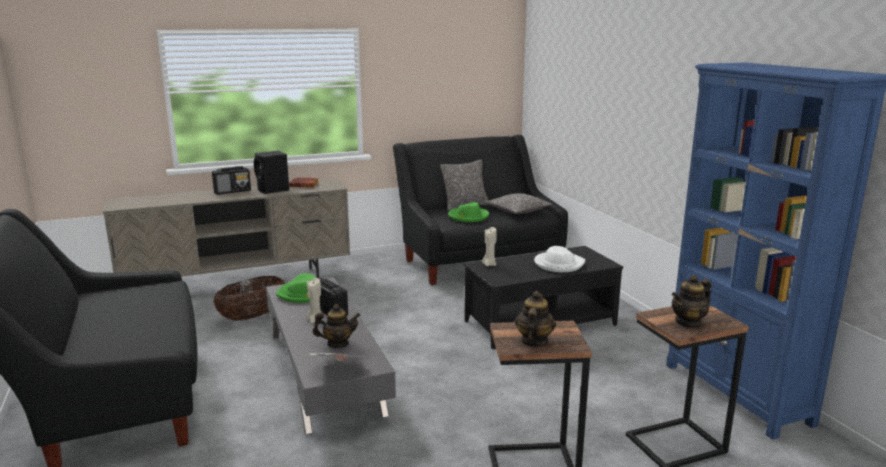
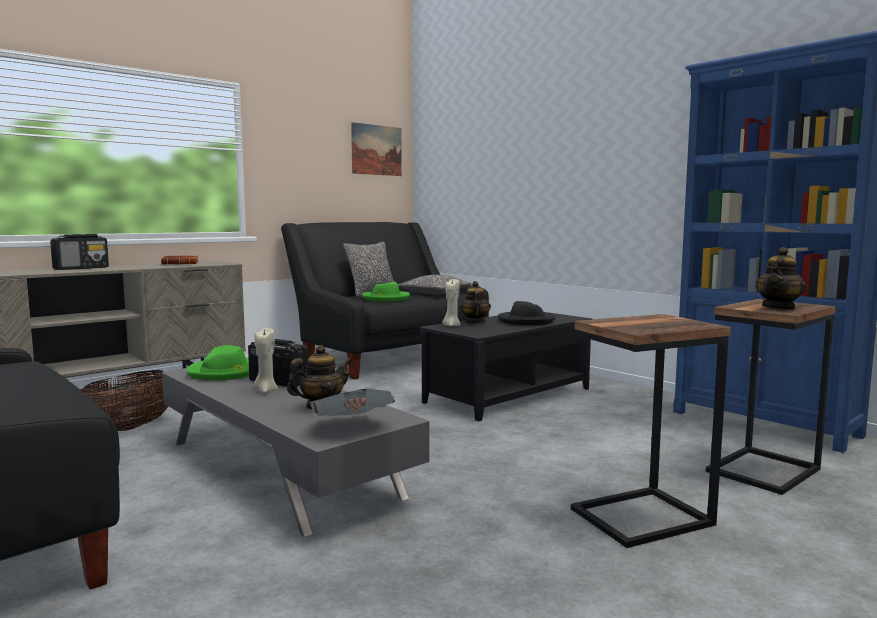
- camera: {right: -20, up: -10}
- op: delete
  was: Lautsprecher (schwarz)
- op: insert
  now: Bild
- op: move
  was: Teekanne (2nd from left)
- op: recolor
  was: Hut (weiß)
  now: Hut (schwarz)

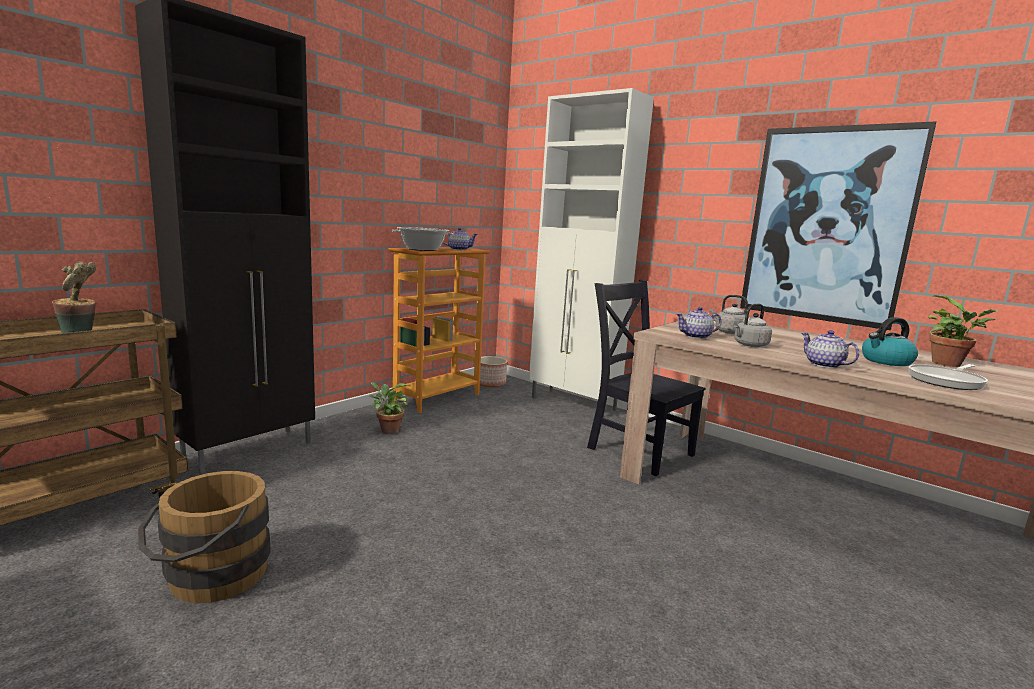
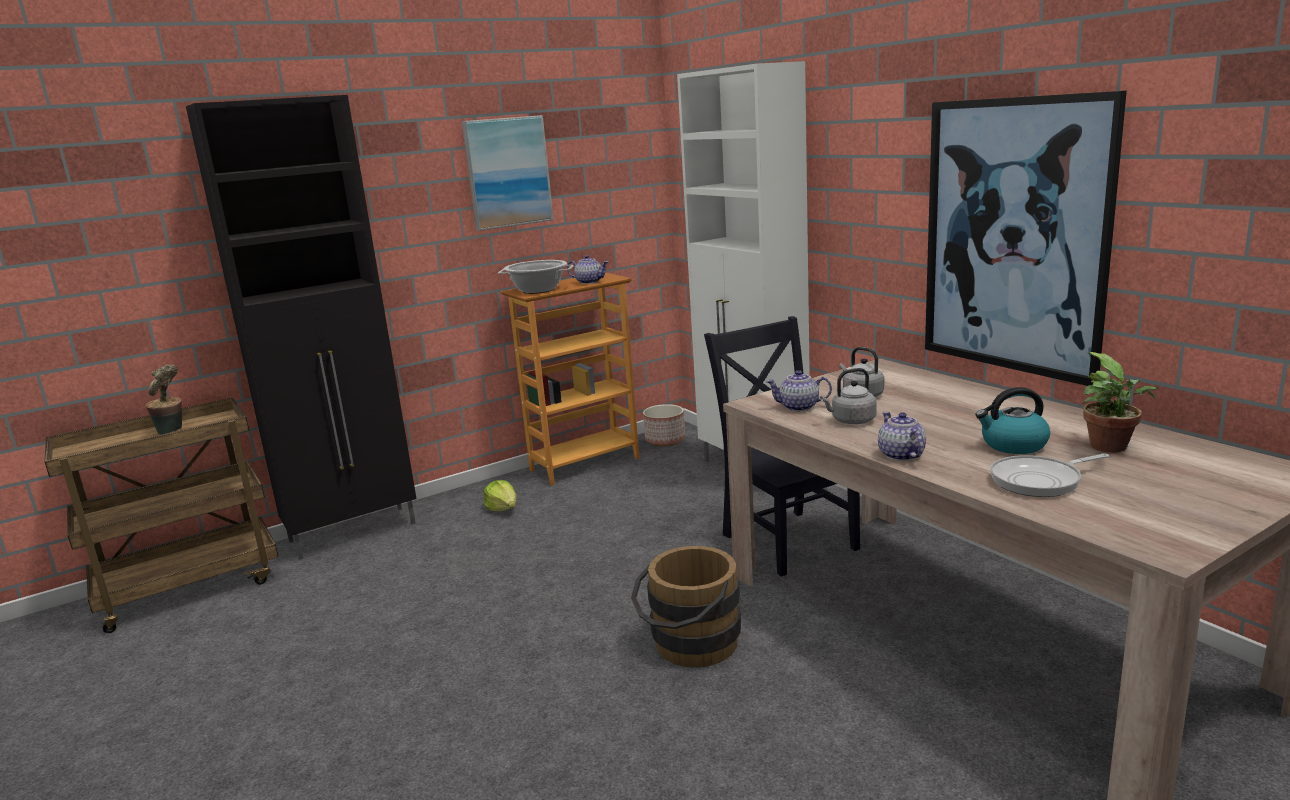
- camera: {right: 20, up: 5}
- op: insert
  now: Bild (1st from left)
- op: move
  was: Eimer (braun)
- op: replace
  was: Topfpflanze (2nd from left)
  now: Salatkopf

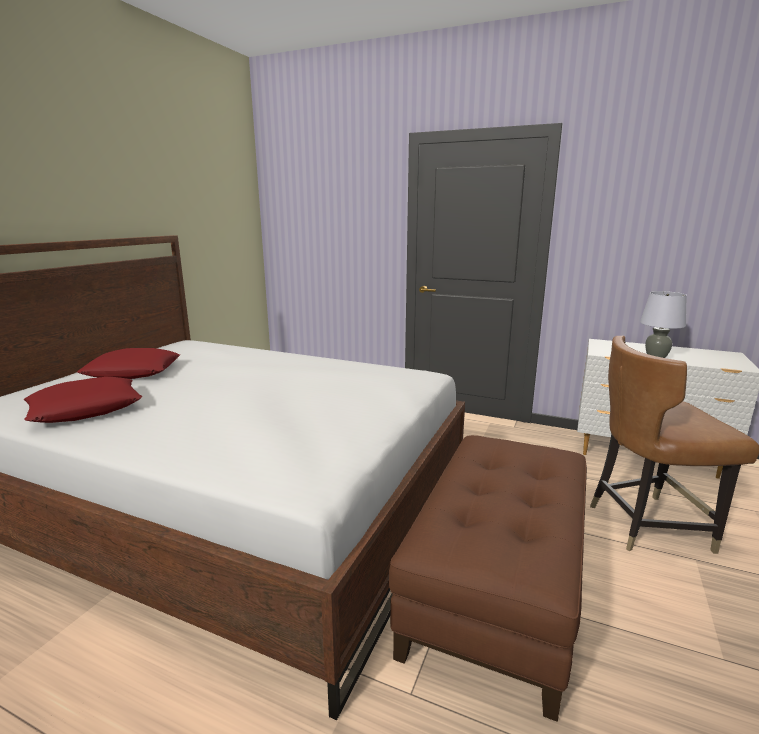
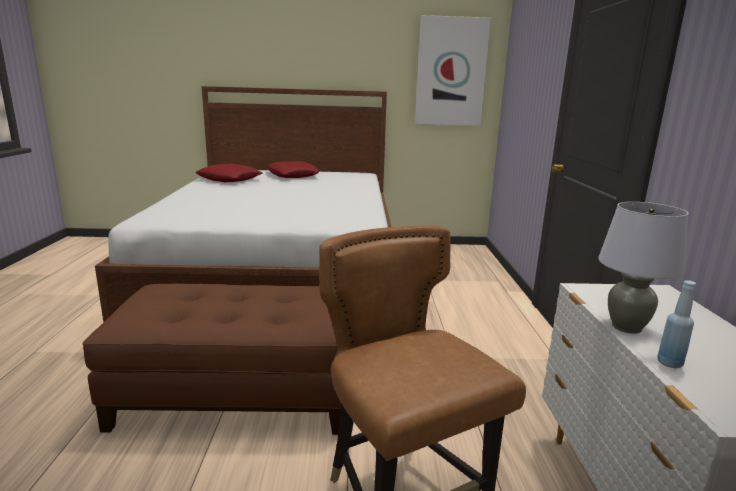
- camera: {right: 65, up: 0}
- op: insert
  now: Bild
- op: insert
  now: Flasche (blau)

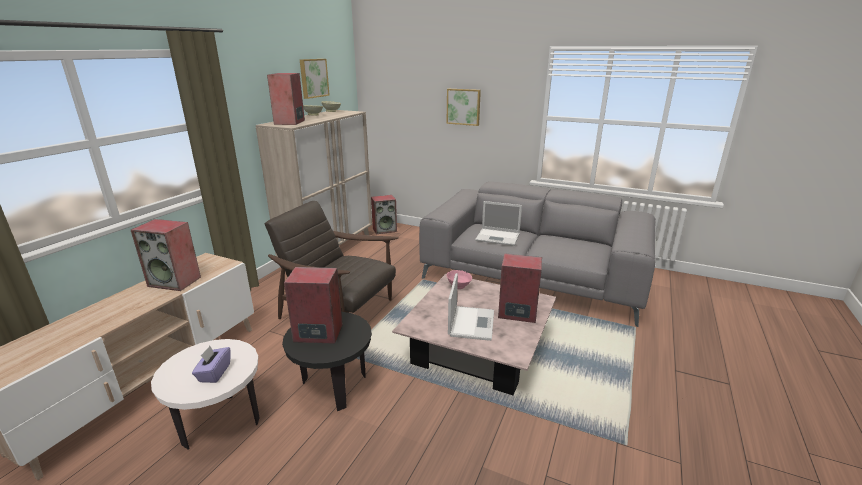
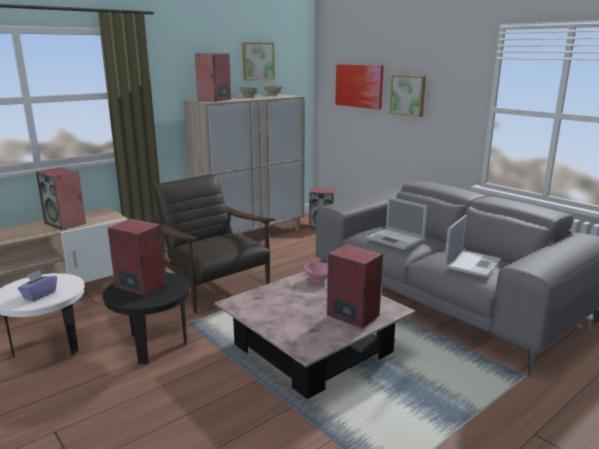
- camera: {right: 25, up: -5}
- op: insert
  now: Bild (2nd from left)
- op: move
  was: Laptop (1st from left in the first image)
  now: Laptop (2nd from left)

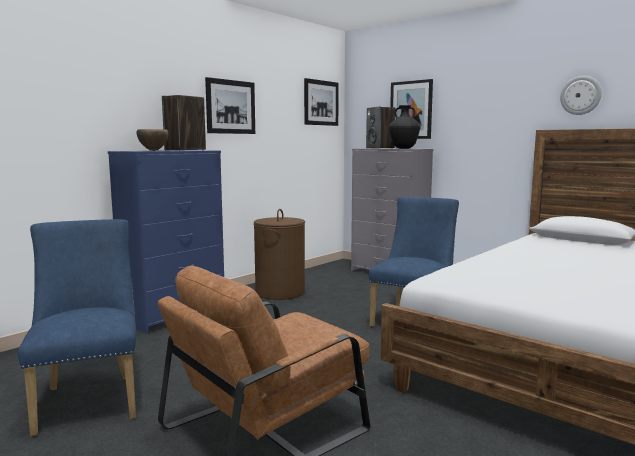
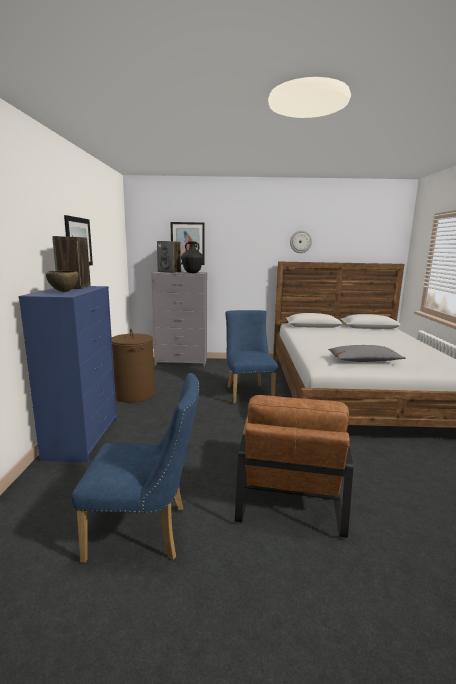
- camera: {right: -40, up: 5}
- op: delete
  was: Bild (2nd from left)
- op: insert
  now: Kissen (grau)
- op: rotate
  was: Stuhl (blau) (1st from left)
  clockwise: 150

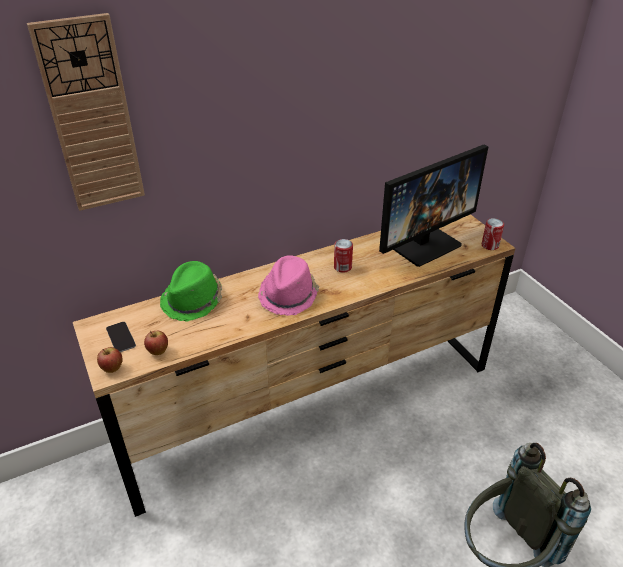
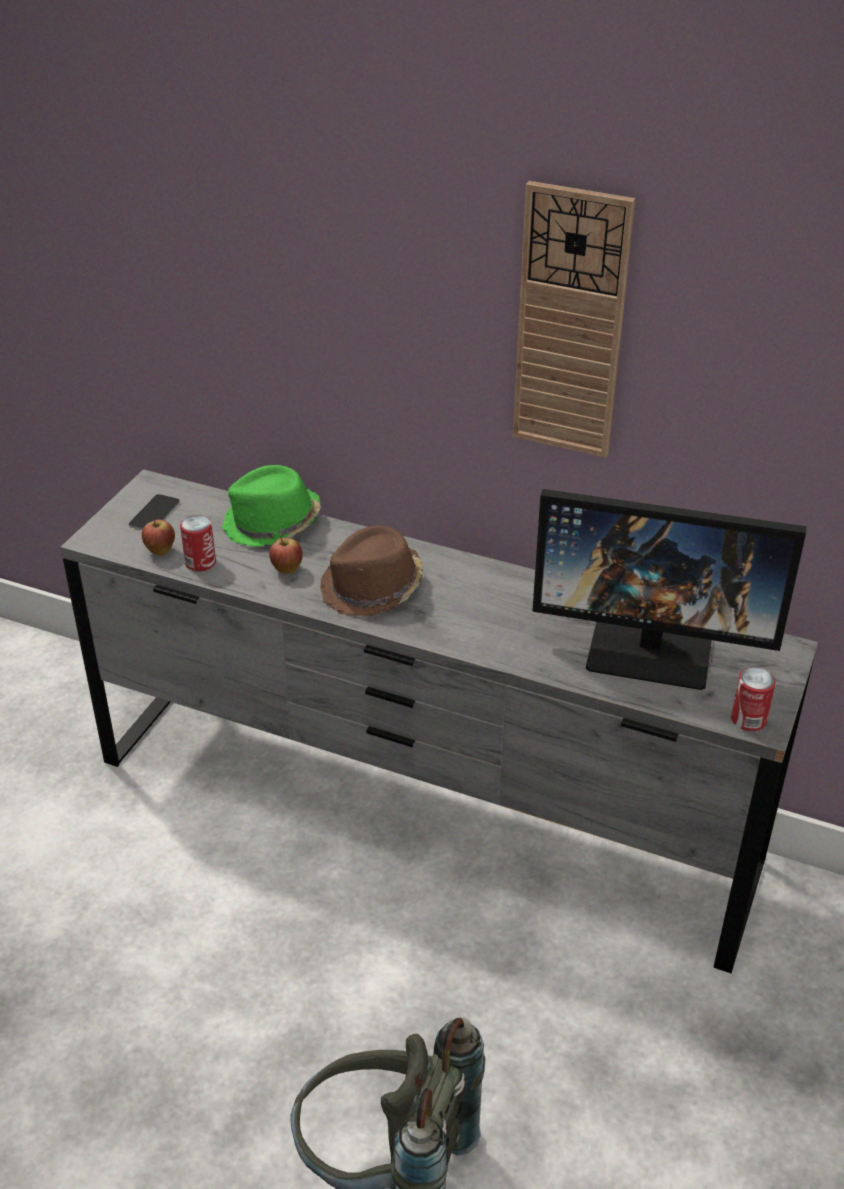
- camera: {right: 50, up: 0}
- op: move
  was: Wanduhr
- op: move
  was: Apfel (1st from left in the first image)
  now: Apfel (2nd from left)
- op: move
  was: Dose (1st from left)
- op: recolor
  was: Kommode (braun)
  now: Kommode (grau)
- op: recolor
  was: Hut (rosa)
  now: Hut (braun)

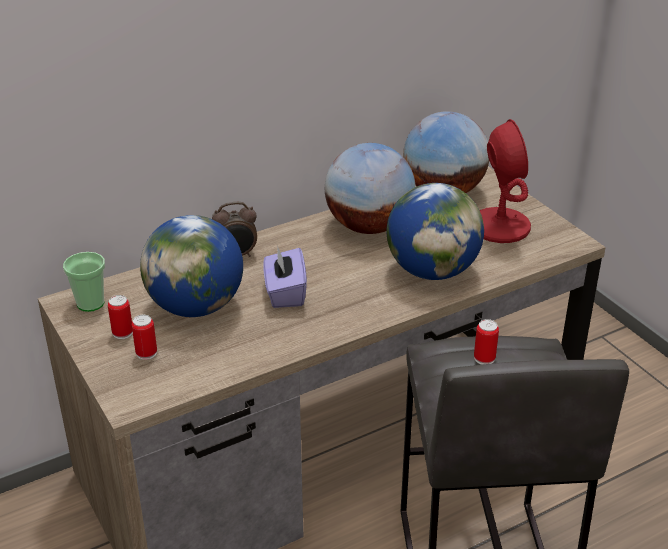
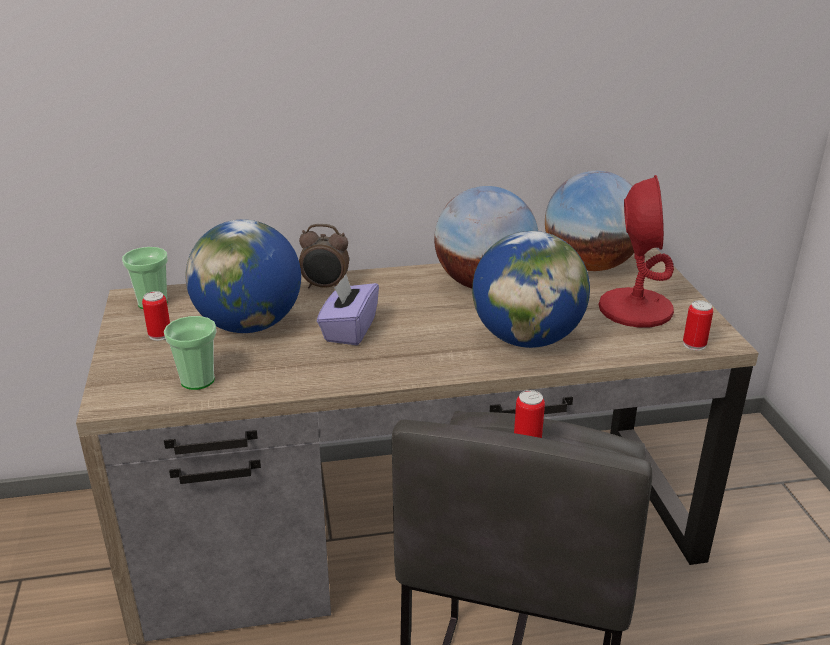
- camera: {right: 20, up: -5}
- op: insert
  now: Tasse (2nd from left)
- op: move
  was: Dose (2nd from left in the first image)
  now: Dose (3rd from left)

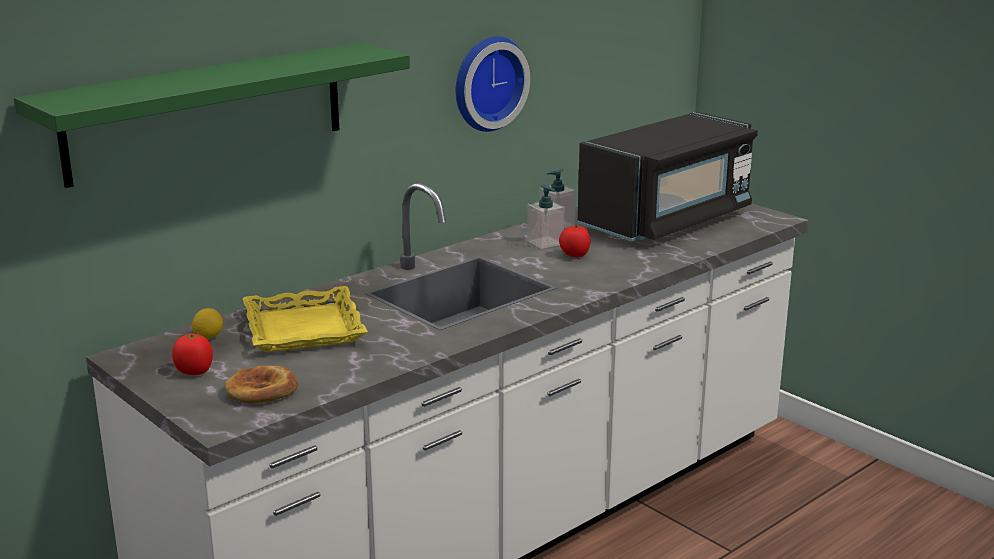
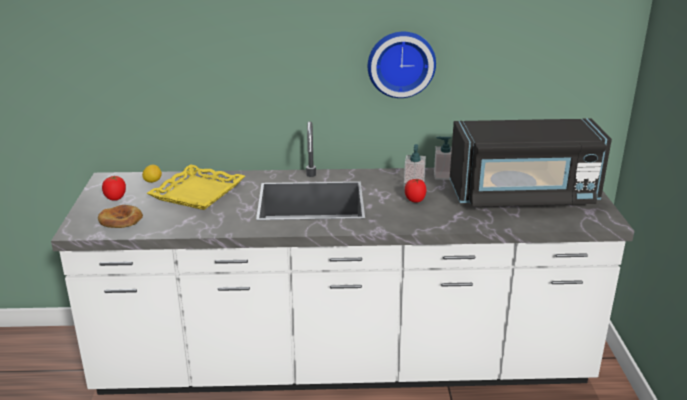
- camera: {right: 40, up: 5}
- op: delete
  was: Wandregal (grün)

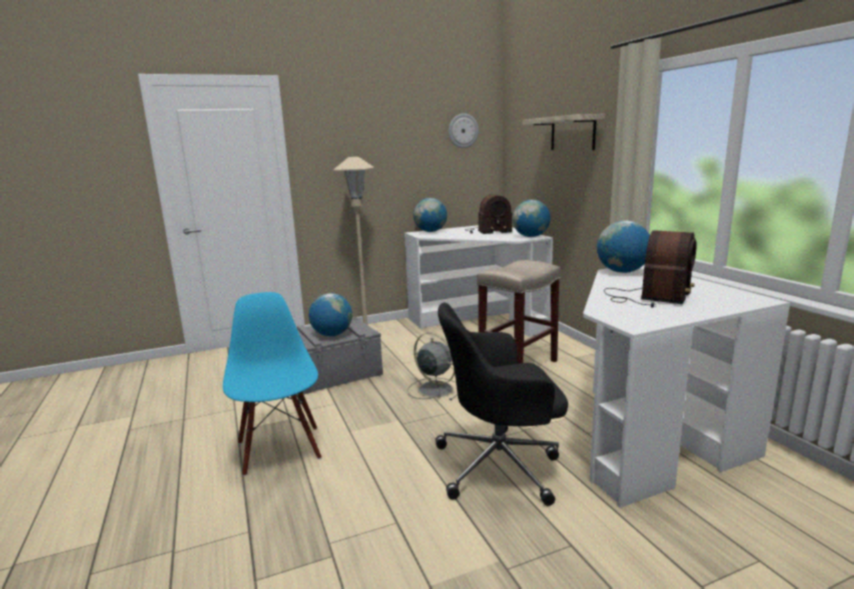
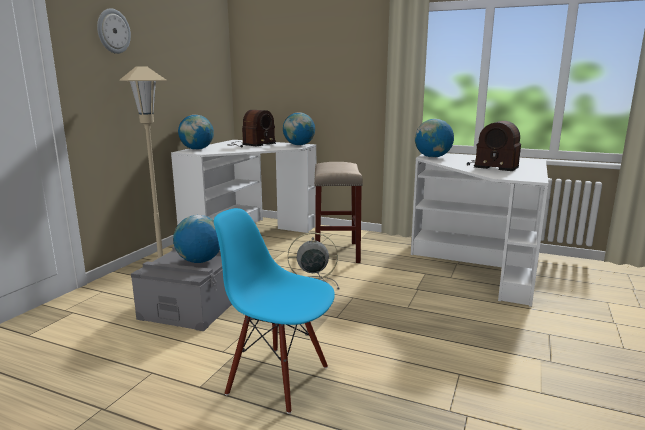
- camera: {right: -45, up: 0}
- op: delete
  was: Bürostuhl (schwarz)
- op: delete
  was: Wandregal
- op: move
  was: Wanduhr
- op: rotate
  was: Radio (2nd from left)
  clockwise: 135

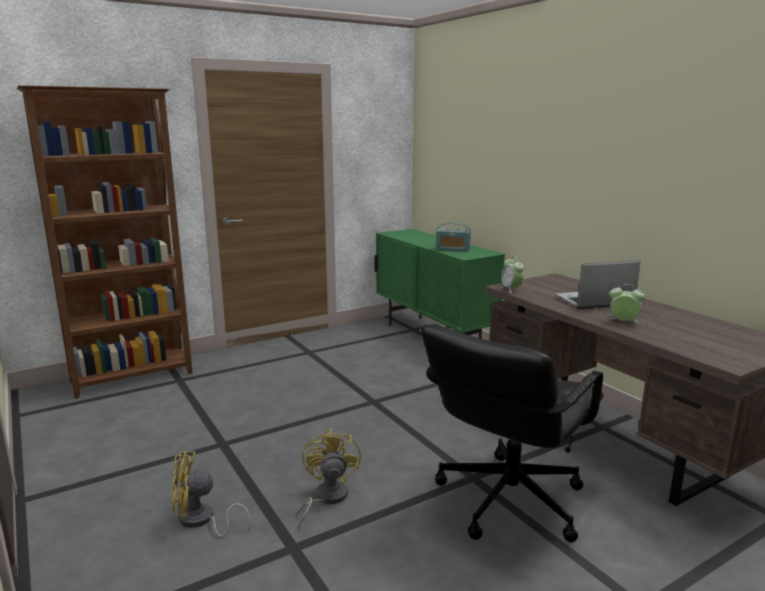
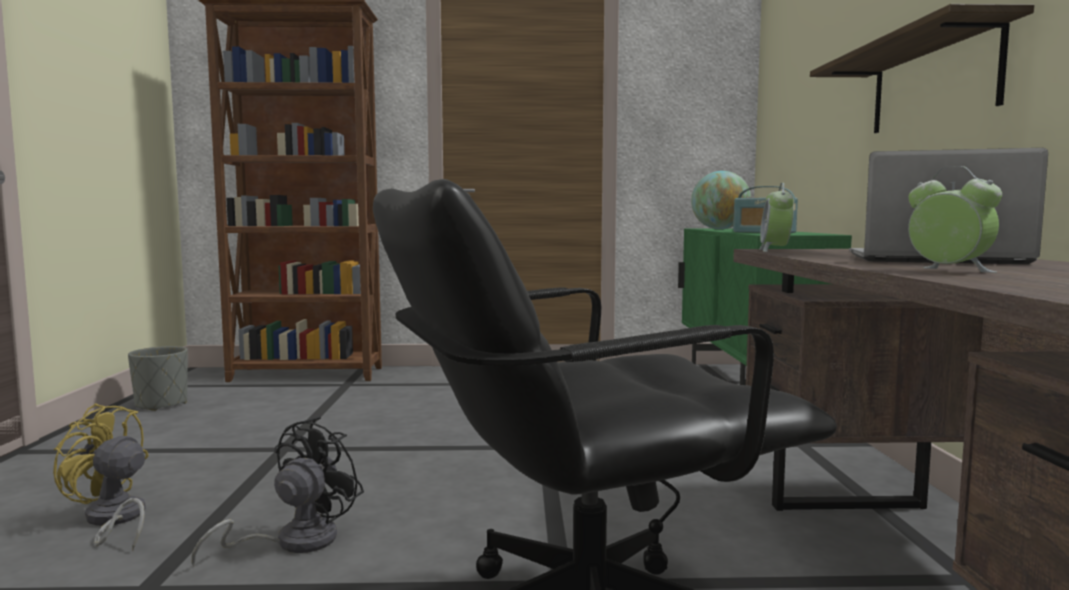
- camera: {right: 30, up: -10}
- op: insert
  now: Pflanzkübel (grau)
- op: insert
  now: Globus
- op: insert
  now: Wandregal
- op: recolor
  was: Ventilator (gelb) (2nd from left)
  now: Ventilator (schwarz)

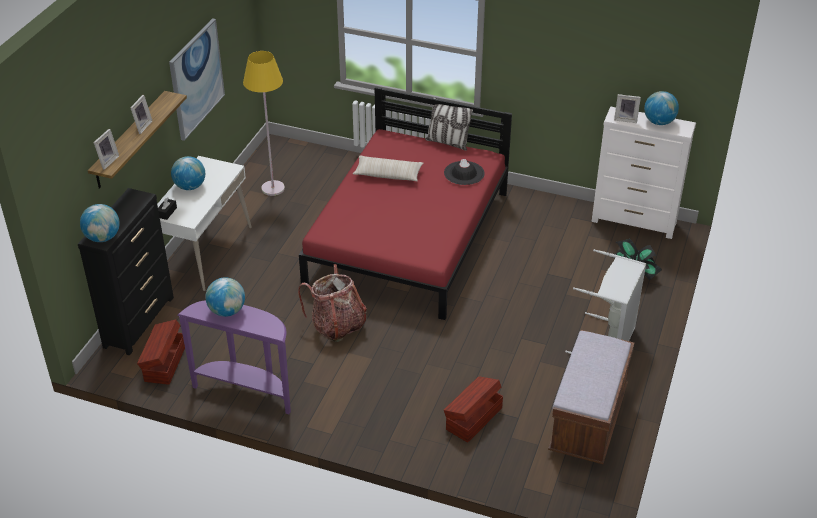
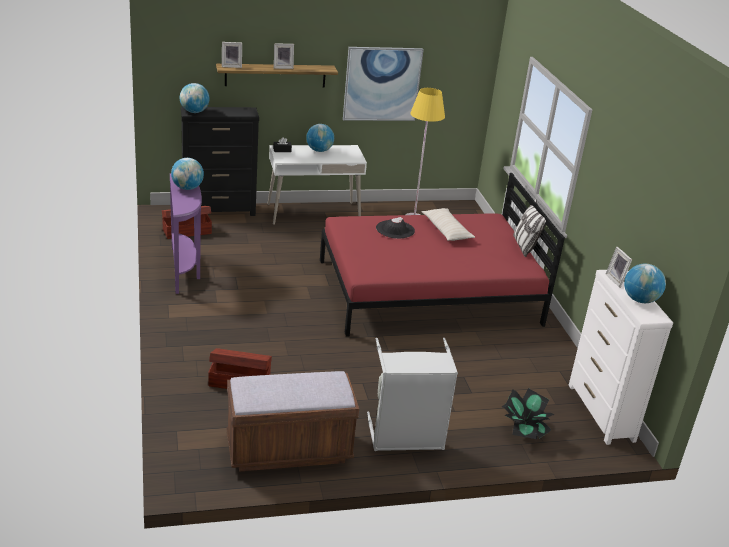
- camera: {right: 55, up: -10}
- op: delete
  was: Rucksack
- op: move
  was: Hut (schwarz)

